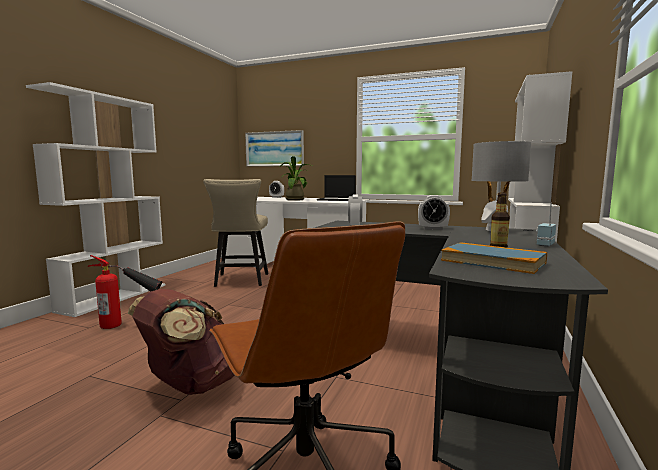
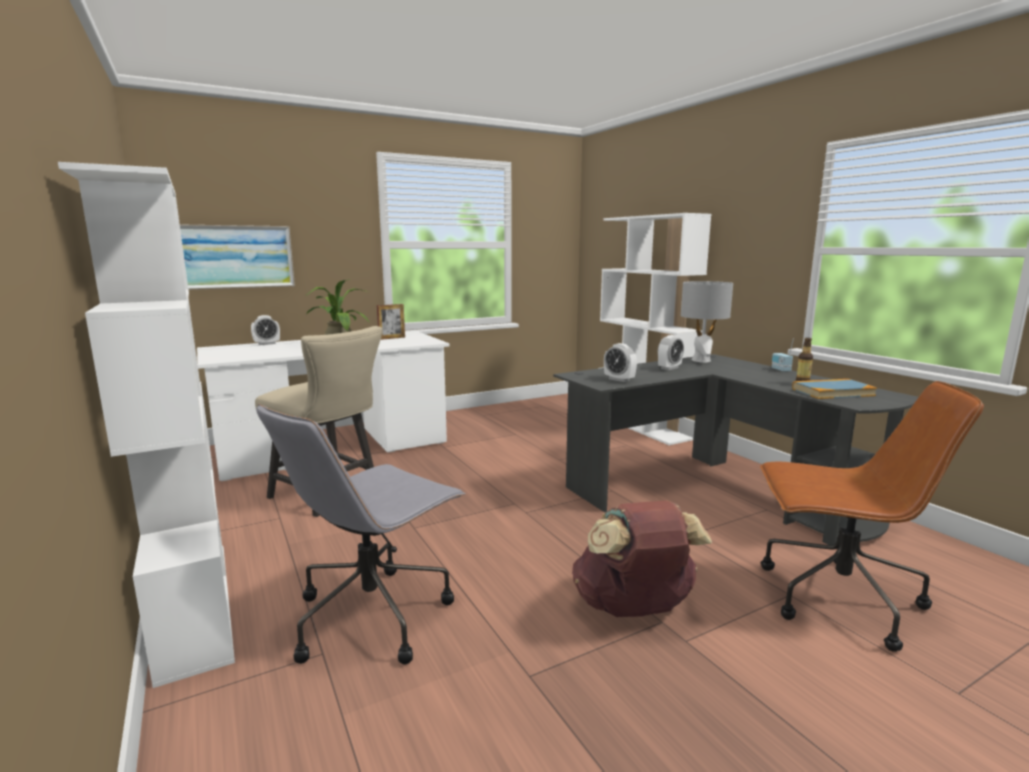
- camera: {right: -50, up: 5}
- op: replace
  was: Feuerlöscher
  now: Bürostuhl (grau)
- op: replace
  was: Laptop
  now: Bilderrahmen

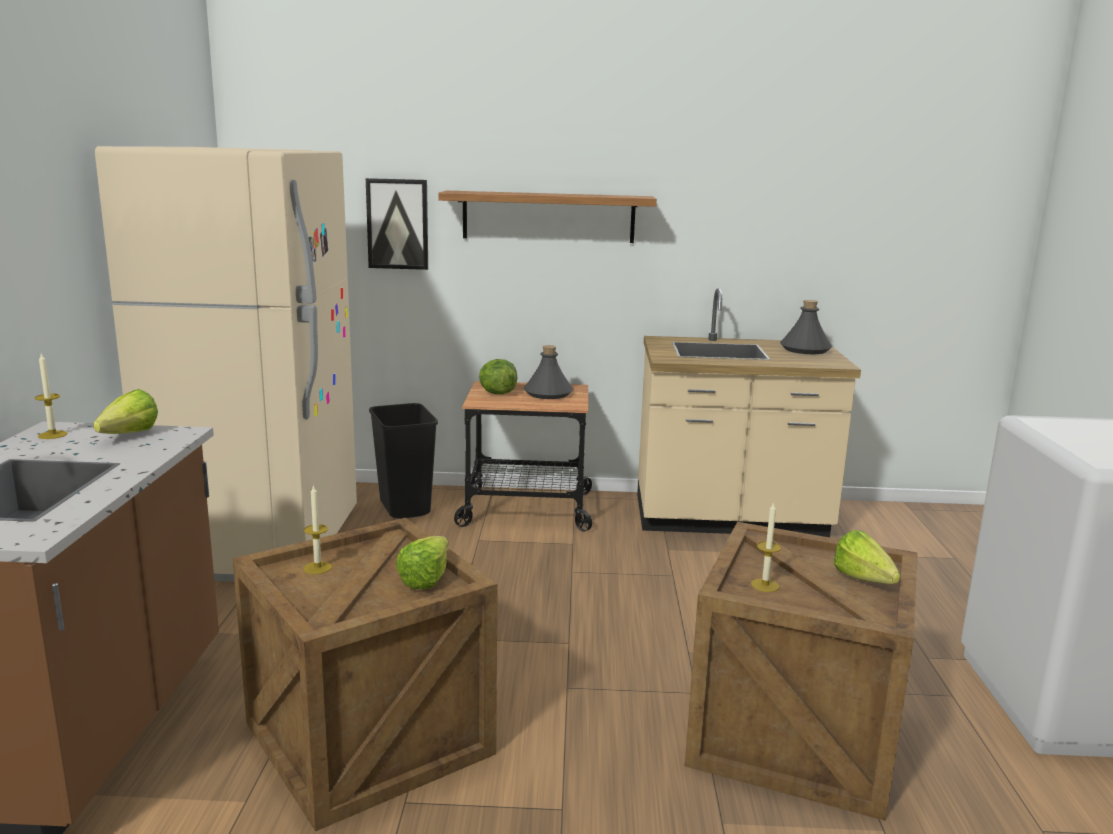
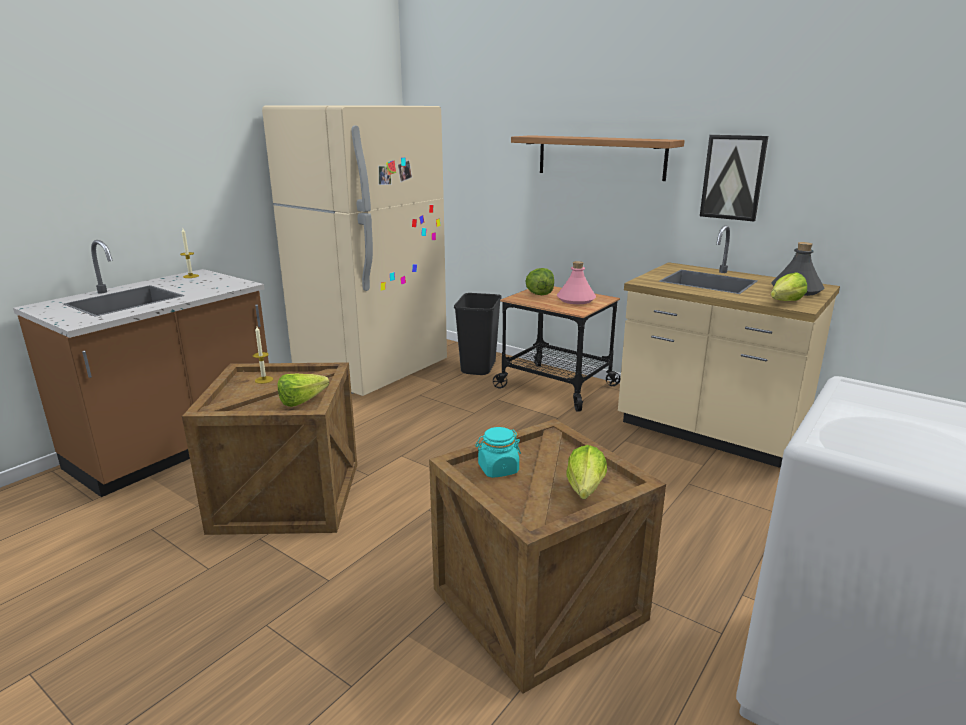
- camera: {right: 35, up: 5}
- op: move
  was: Salatkopf (1st from left in the first image)
  now: Salatkopf (4th from left)
- op: move
  was: Bild
- op: replace
  was: Kerze (3rd from left)
  now: Vorratsglas (türkis)
- op: recolor
  was: Flasche (grau) (1st from left)
  now: Flasche (rosa)

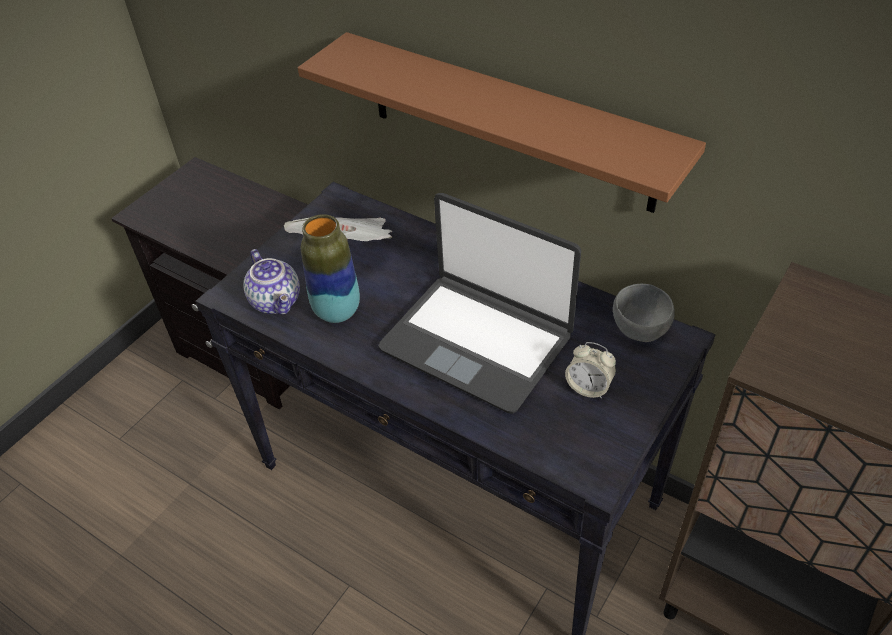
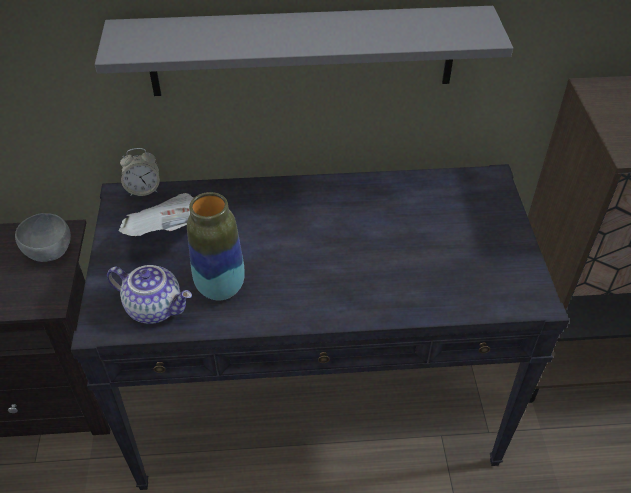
- camera: {right: -40, up: 0}
- op: delete
  was: Laptop
- op: move
  was: Wecker
- op: move
  was: Schüssel (grau)
- op: recolor
  was: Wandregal (braun)
  now: Wandregal (grau)

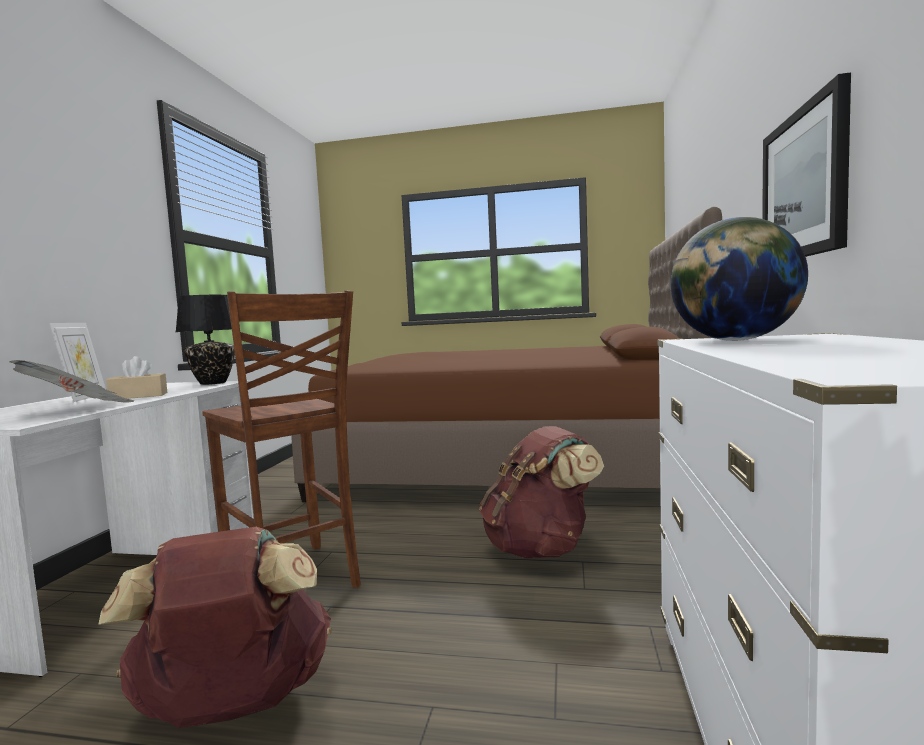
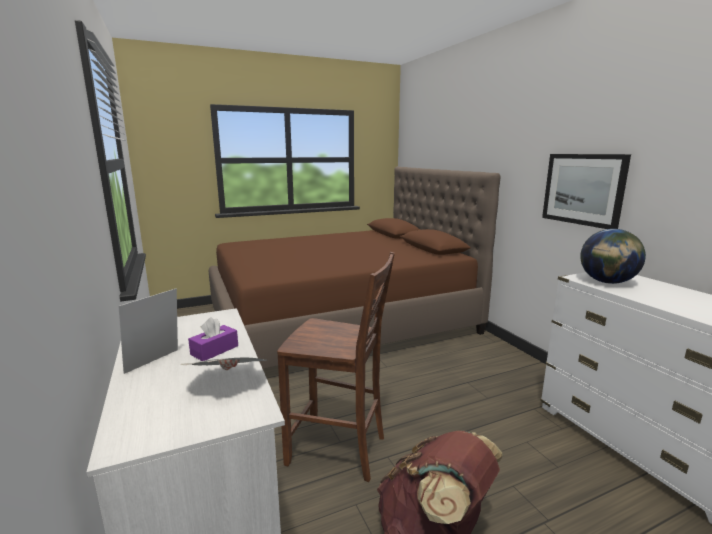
- camera: {right: -35, up: 10}
- op: delete
  was: Tischlampe (schwarz)
- op: delete
  was: Rucksack (braun) (2nd from left)
- op: recolor
  was: Taschentuchbox (beige)
  now: Taschentuchbox (lila)
- op: rotate
  was: Bilderrahmen
  clockwise: -105

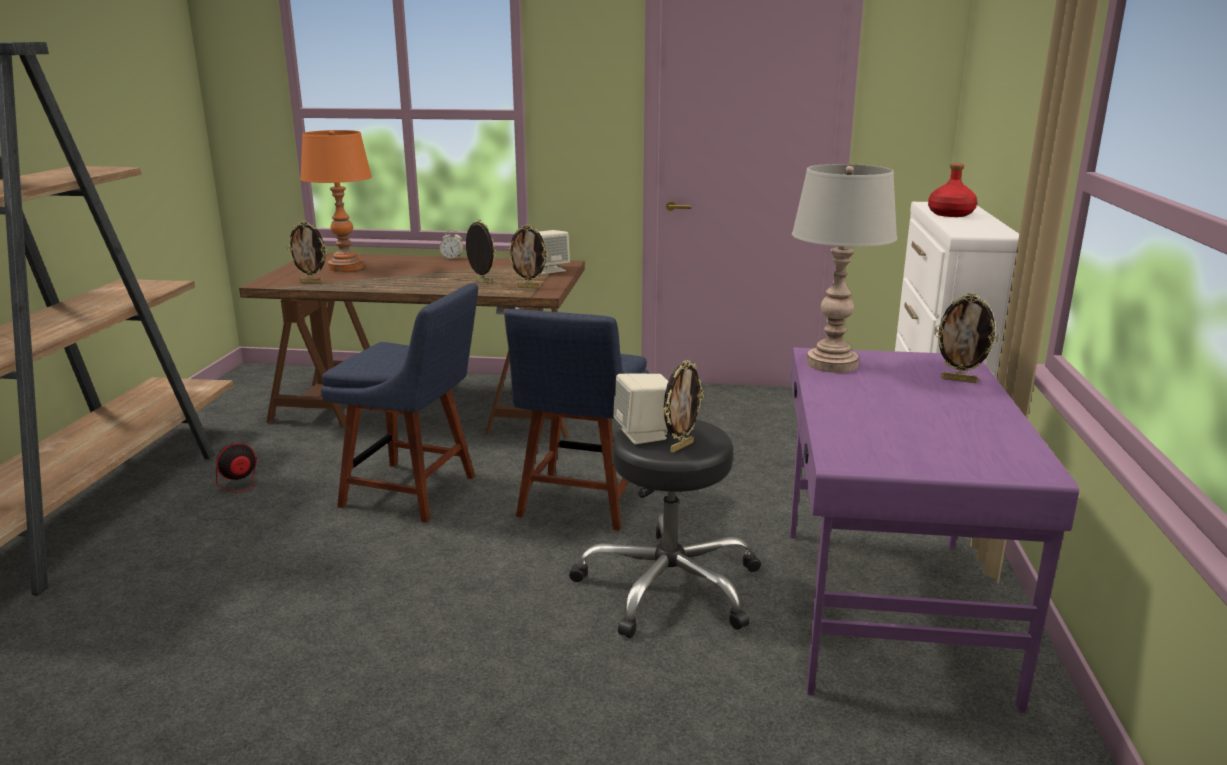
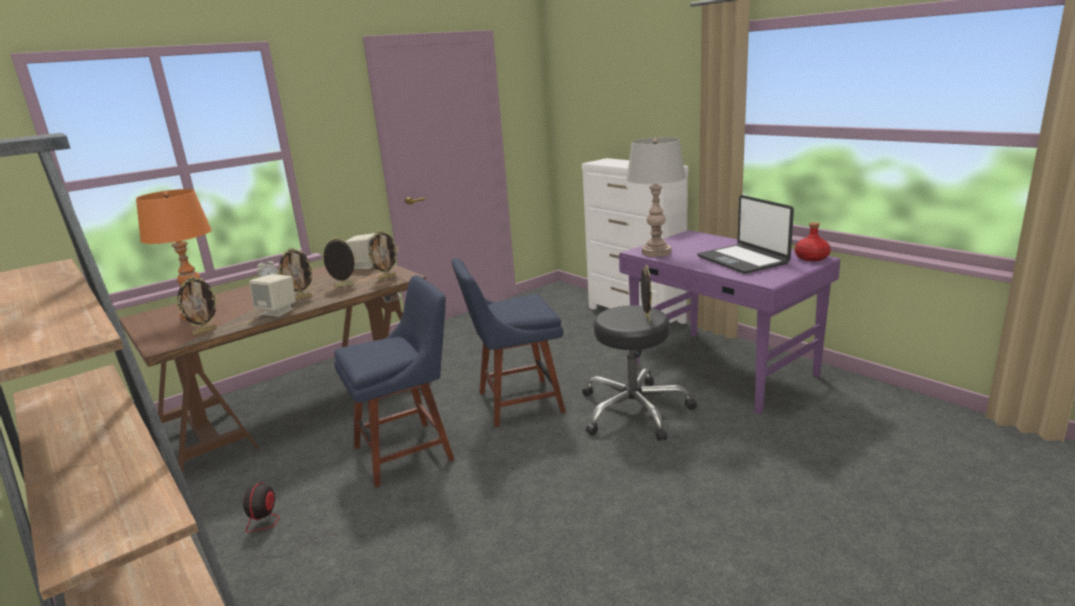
- camera: {right: -45, up: 0}
- op: insert
  now: Laptop
- op: move
  was: Lautsprecher (beige) (2nd from left in the first image)
  now: Lautsprecher (beige) (1st from left)
- op: move
  was: Flasche (rot)
- op: move
  was: Bilderrahmen (5th from left in the first image)
  now: Bilderrahmen (2nd from left)
- op: rotate
  was: Stuhl (blau) (2nd from left)
  clockwise: 105

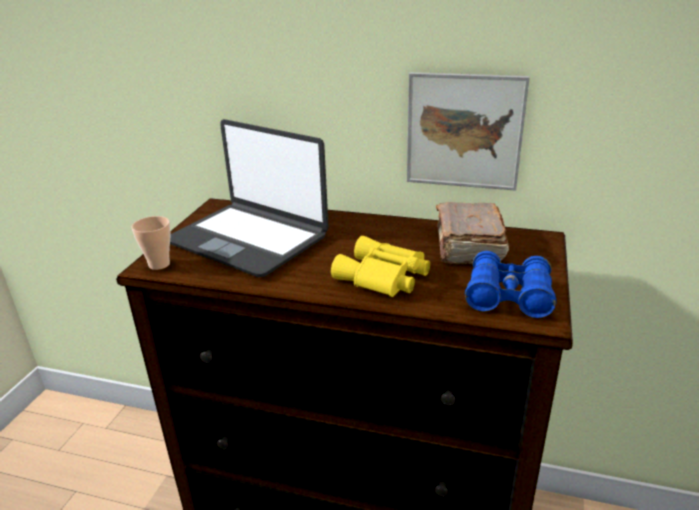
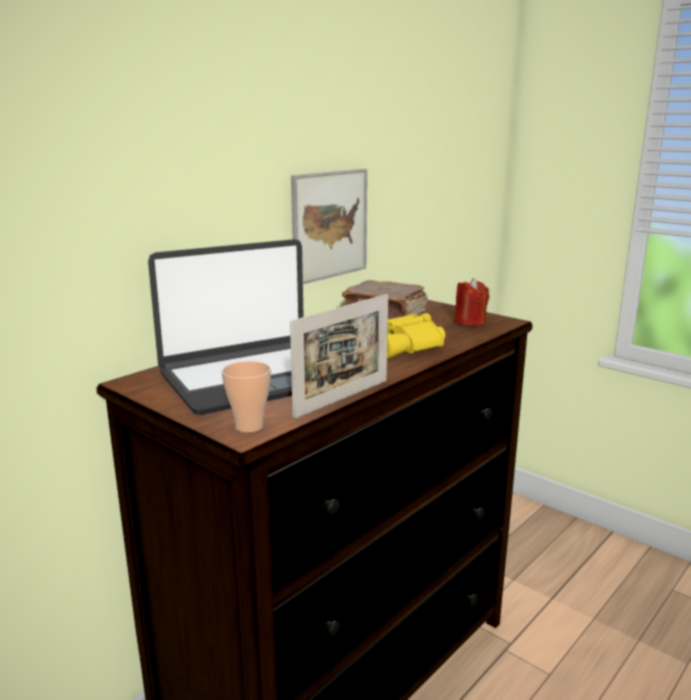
- camera: {right: -65, up: -10}
- op: insert
  now: Bilderrahmen
- op: replace
  was: Fernglas (blau)
  now: Kerze (rot)

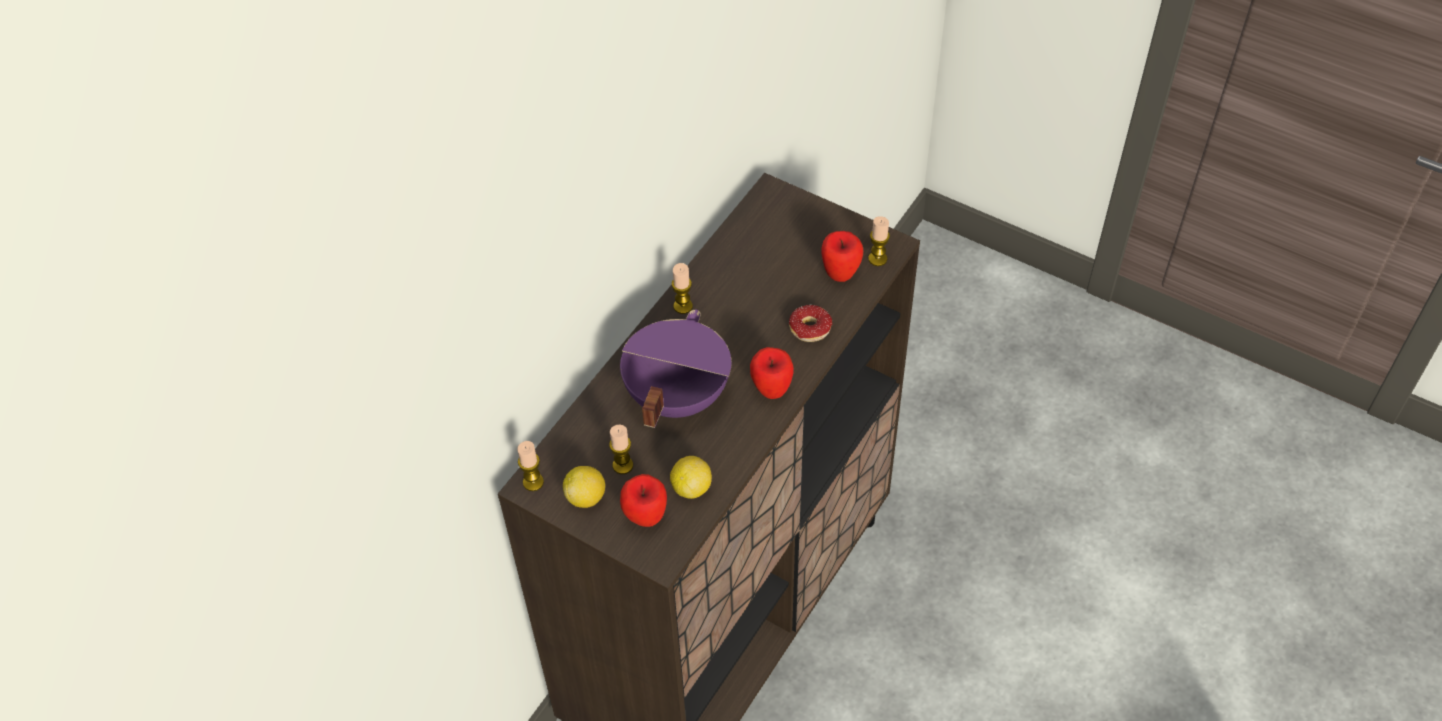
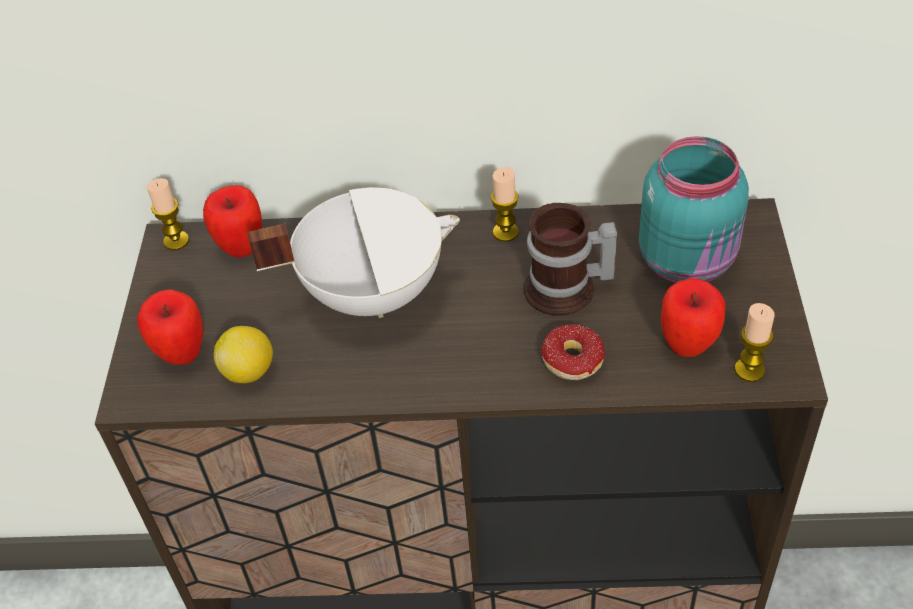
- camera: {right: 60, up: -5}
- op: delete
  was: Zitrone (1st from left)
- op: delete
  was: Kerze (2nd from left)
- op: insert
  now: Henkelbecher
- op: insert
  now: Vorratsglas (türkis)
- op: move
  was: Apfel (2nd from left)
- op: recolor
  was: Kochtopf (lila)
  now: Kochtopf (weiß)

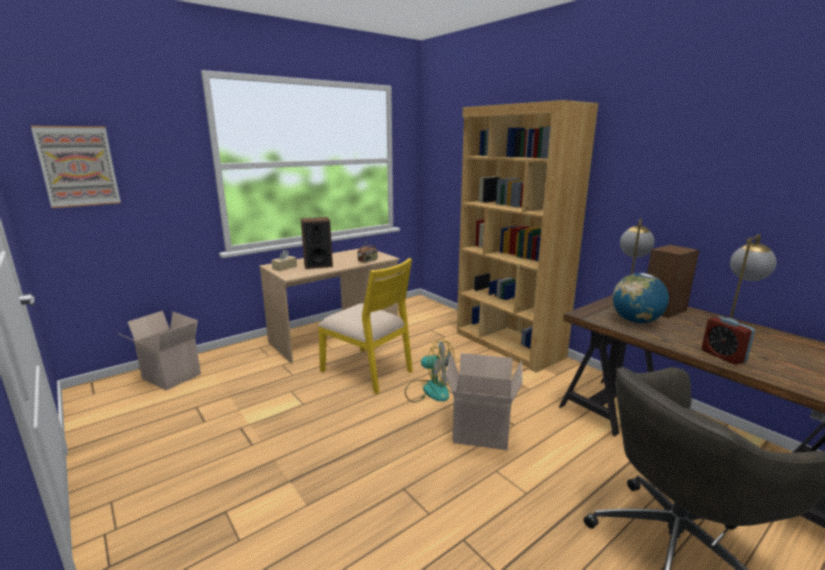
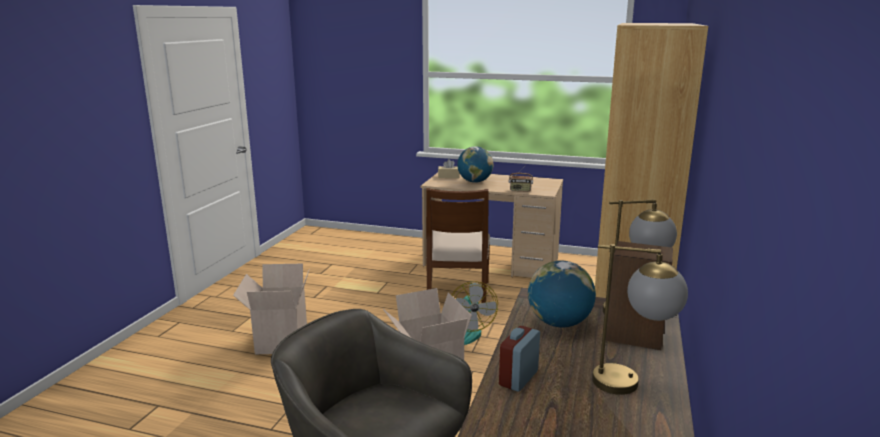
- camera: {right: 55, up: 0}
- op: delete
  was: Bild
- op: move
  was: Karton (1st from left)
- op: replace
  was: Lautsprecher (1st from left)
  now: Globus (1st from left)
- op: recolor
  was: Stuhl (gelb)
  now: Stuhl (braun)

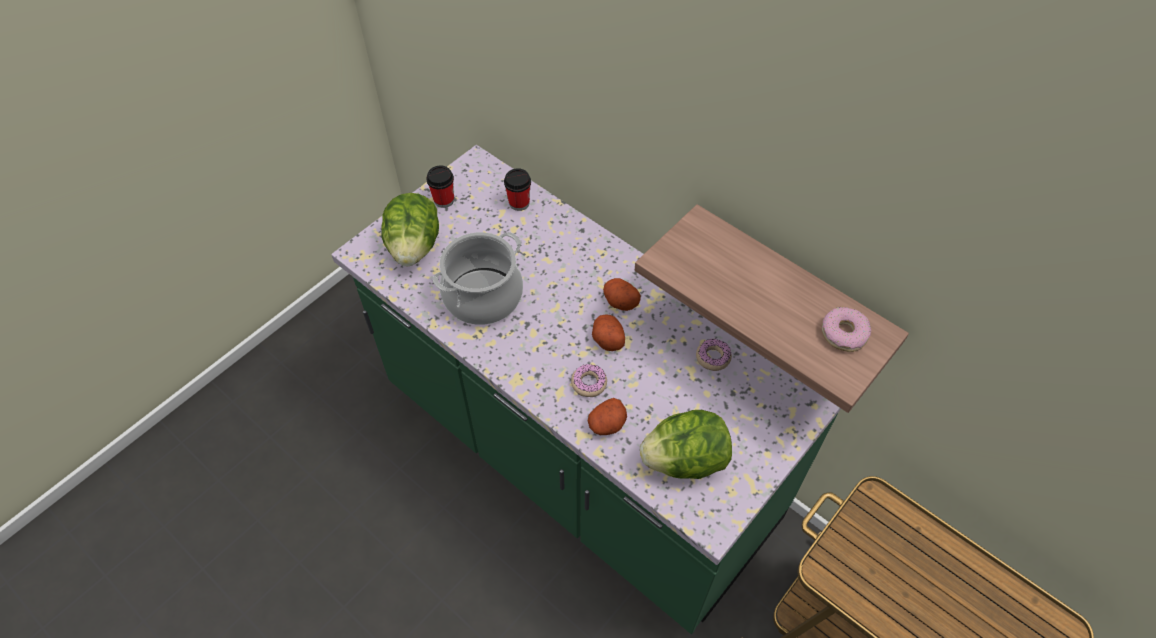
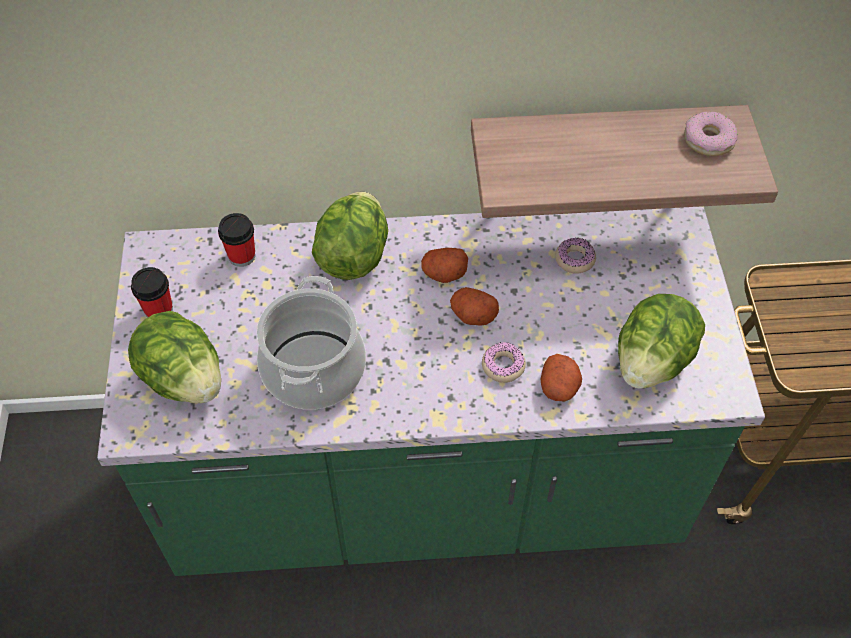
- camera: {right: -45, up: 0}
- op: insert
  now: Salatkopf (2nd from left)

